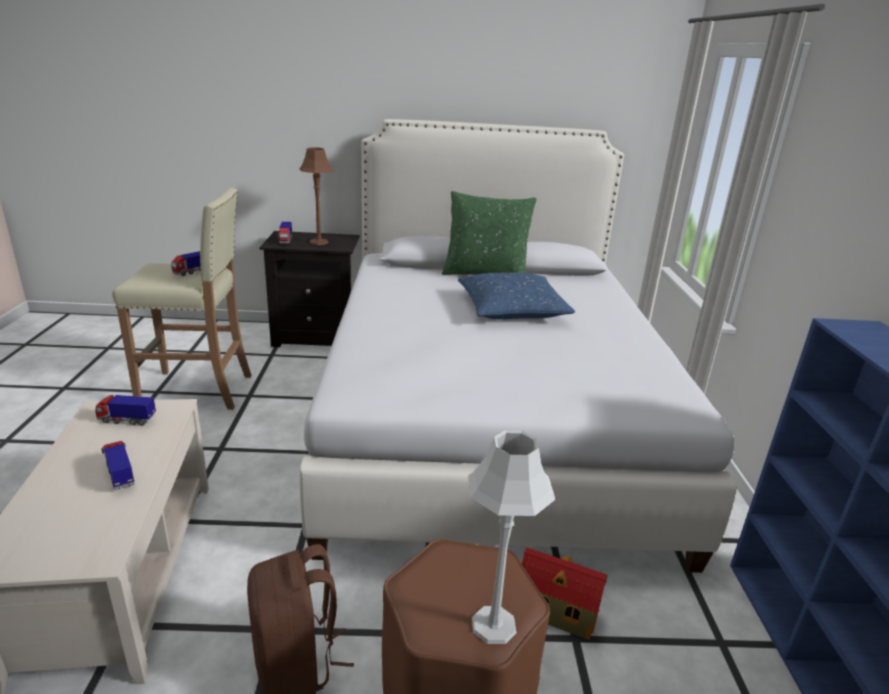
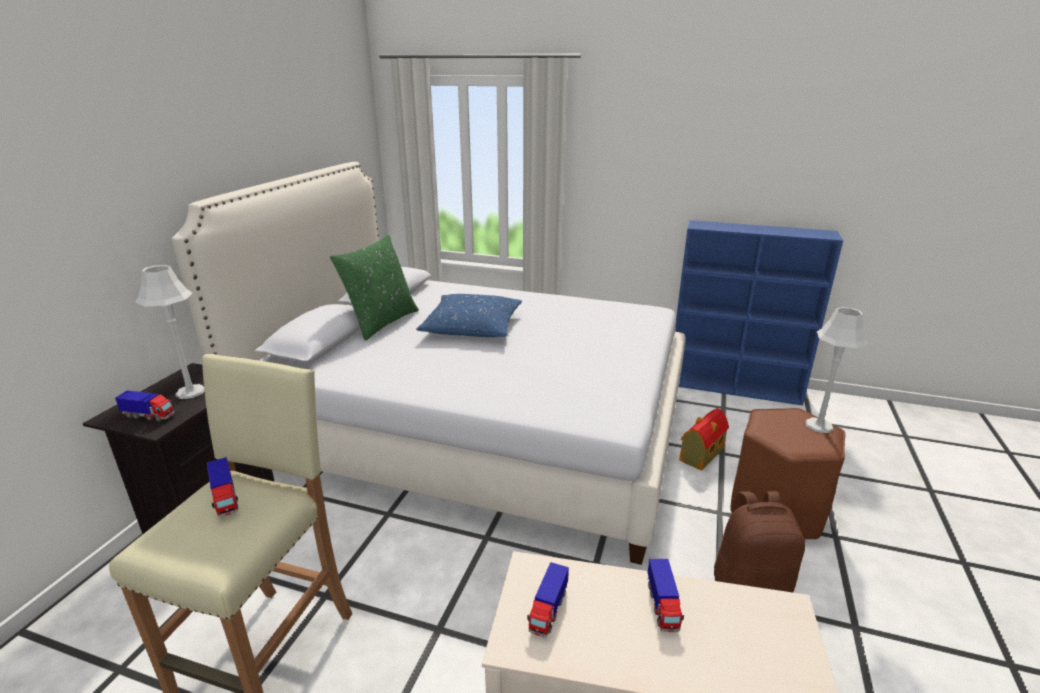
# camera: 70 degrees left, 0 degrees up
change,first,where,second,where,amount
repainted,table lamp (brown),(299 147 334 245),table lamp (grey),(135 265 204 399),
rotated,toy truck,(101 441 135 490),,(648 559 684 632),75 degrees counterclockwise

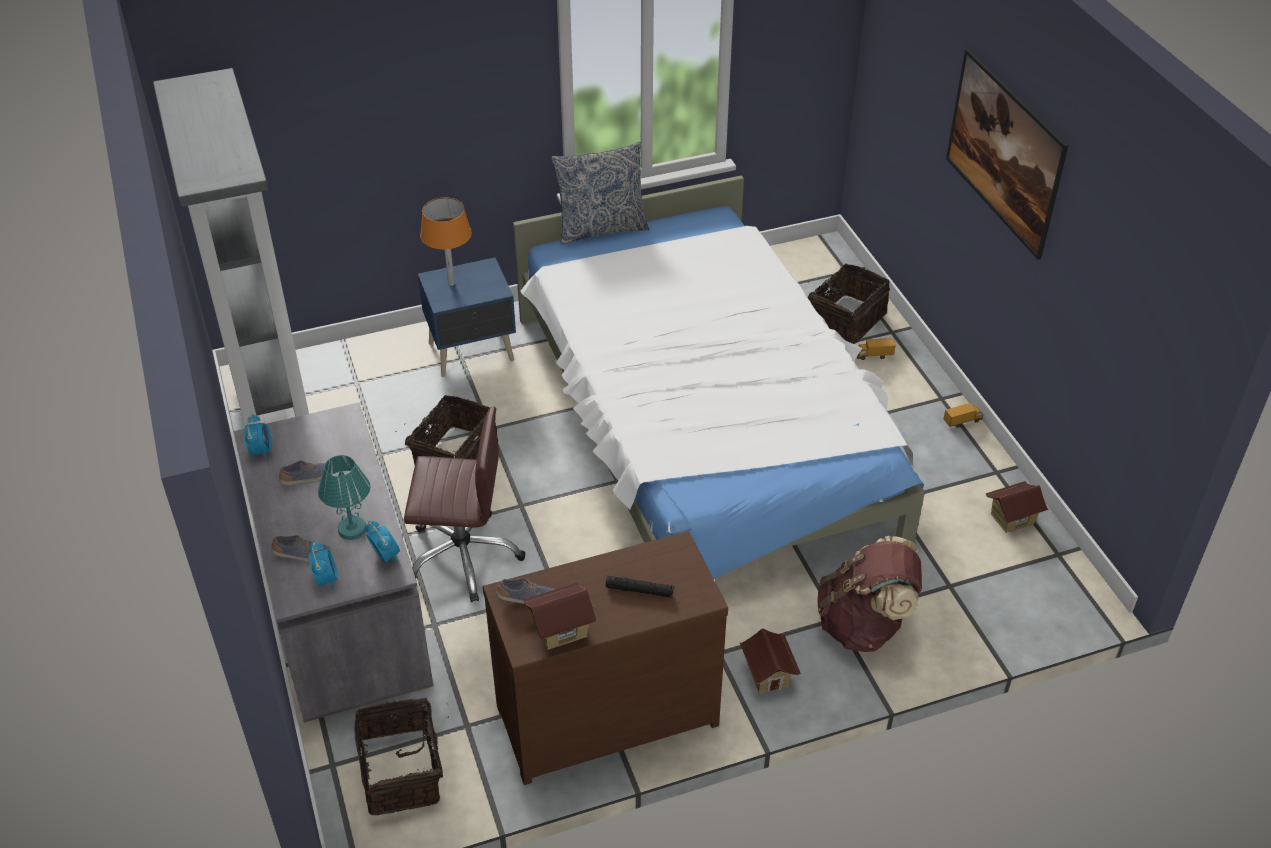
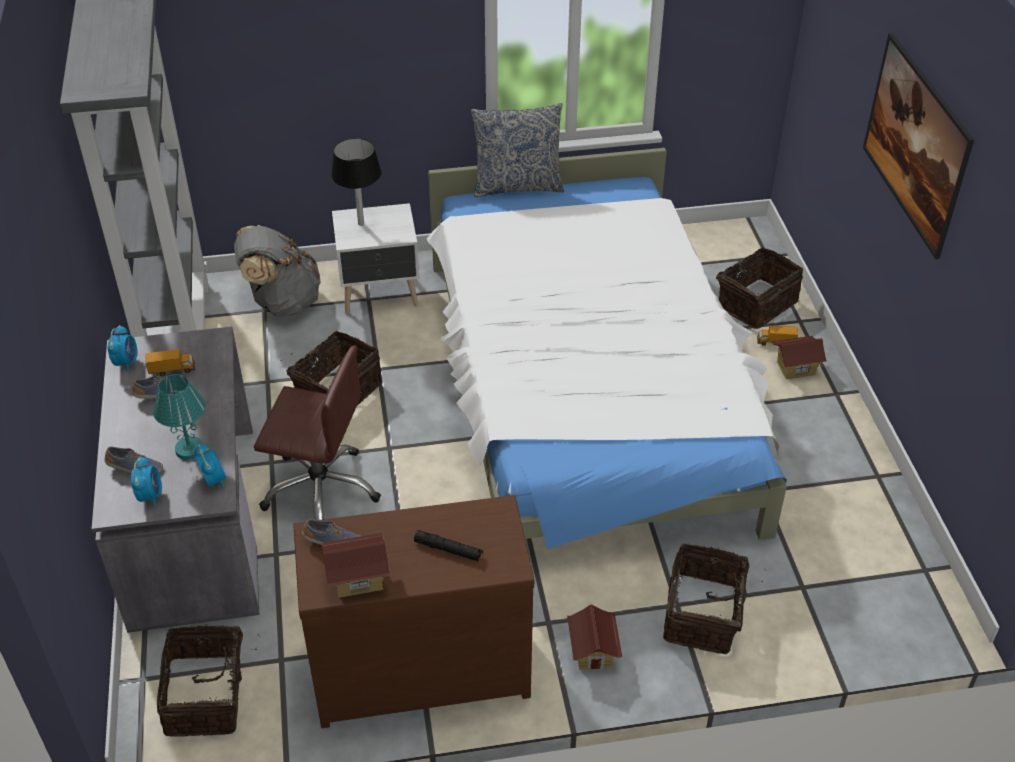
# camera: 10 degrees right, 0 degrees up
change,first,where,second,where,amount
repainted,table lamp (orange),(420 198 472 286),table lamp (black),(331 138 382 226),
repainted,nightstand (blue),(418 258 516 377),nightstand (white),(332 203 419 314),
shifted,toy truck,(944 403 983 428),,(145 349 195 376),
shifted,toy house,(986 481 1049 533),,(772 336 827 379),
swapped,backpack (brown),(817 536 922 652),basket,(663 544 763 654),
new,,,backpack (grey),(234 225 321 317),

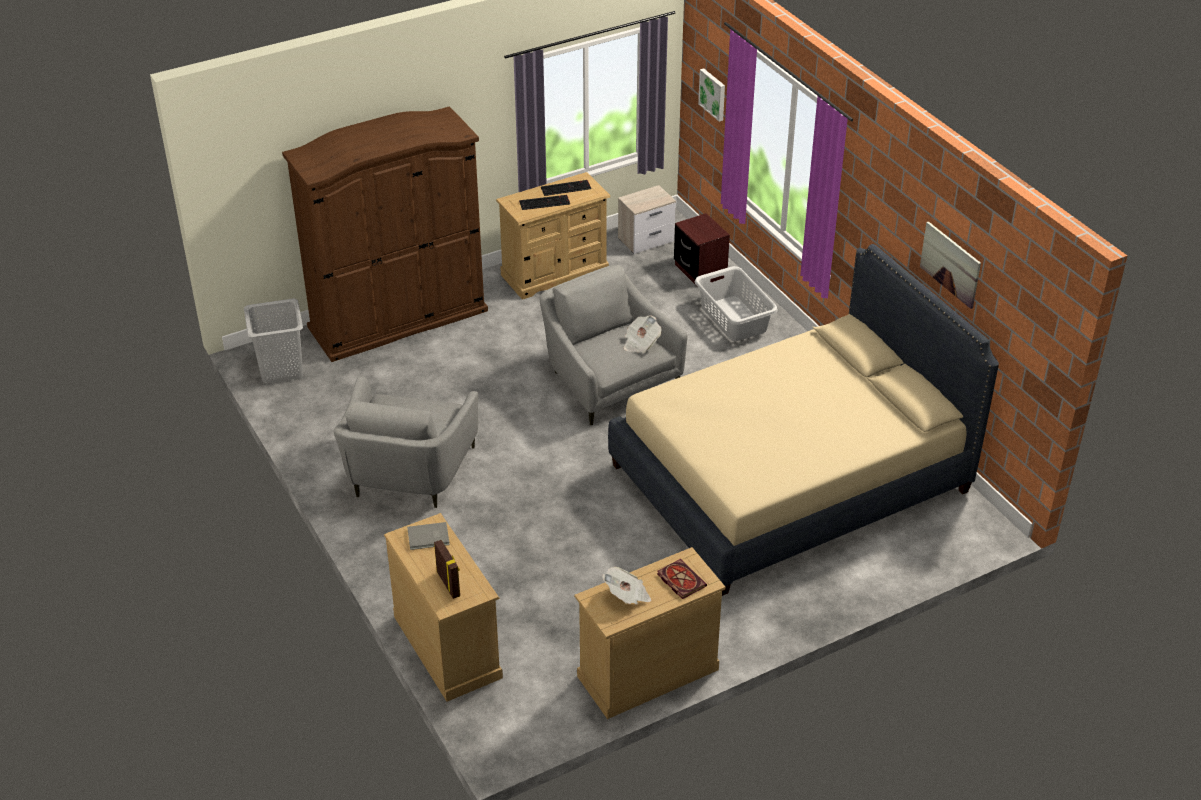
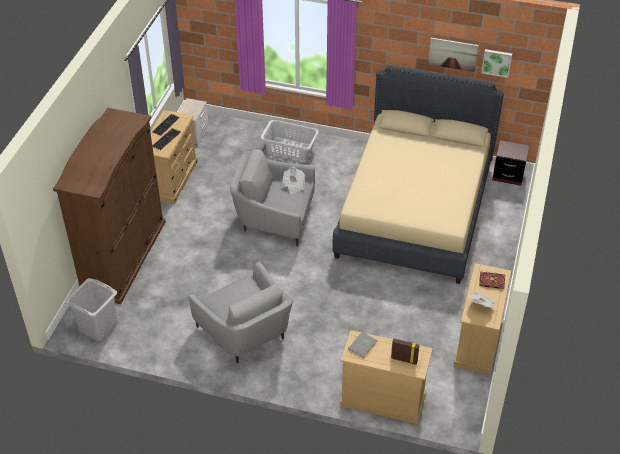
# camera: 45 degrees left, 5 degrees up
change,first,where,second,where,amount
shifted,picture,(698 68 725 122),,(481 49 512 78),
shifted,nightstand (brown),(674 213 730 286),,(492 140 529 186),

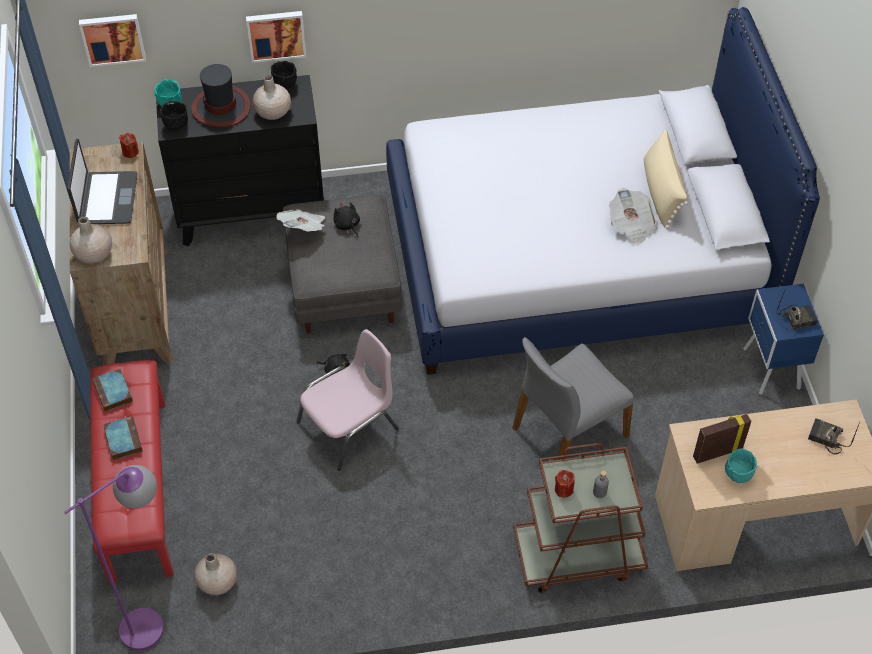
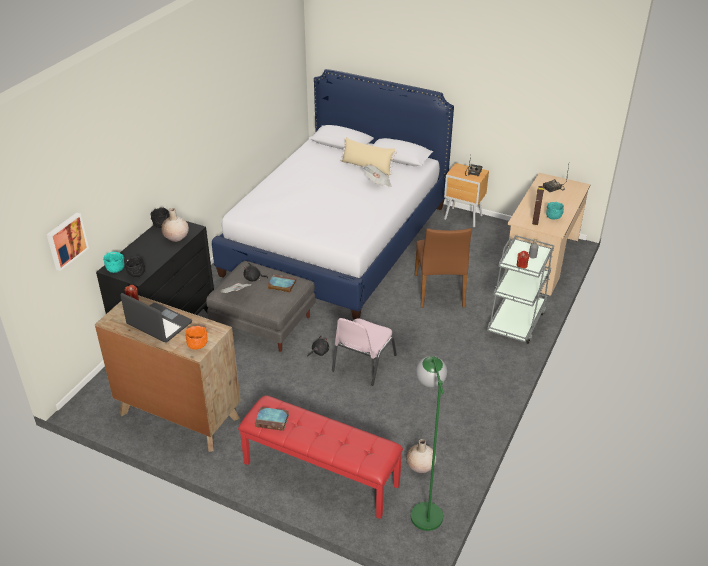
# camera: 55 degrees left, 15 degrees down
change,first,where,second,where,amount
gone,picture,(246 11 306 63),,,
gone,hat,(191 64 251 128),,,
swapped,vase (beige),(70 217 112 263),bowl (orange),(185 326 208 350),
repainted,nightstand (blue),(743 284 824 395),nightstand (brown),(444 163 489 227),
rotated,chair (pink),(296 329 399 471),,(332 318 397 386),150 degrees counterclockwise
repainted,chair (grey),(512 337 634 460),chair (brown),(415 228 472 308),
shifted,book,(103 416 142 460),,(268 274 296 293),
repainted,cart (brown),(513 443 648 592),cart (grey),(487 235 554 344),
repainted,floor lamp (purple),(64 465 164 651),floor lamp (green),(411 356 447 531),

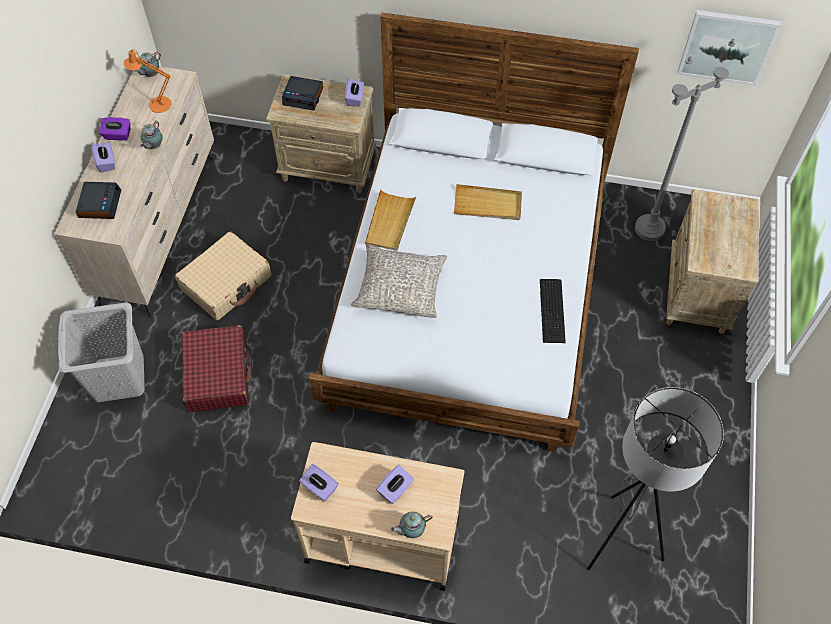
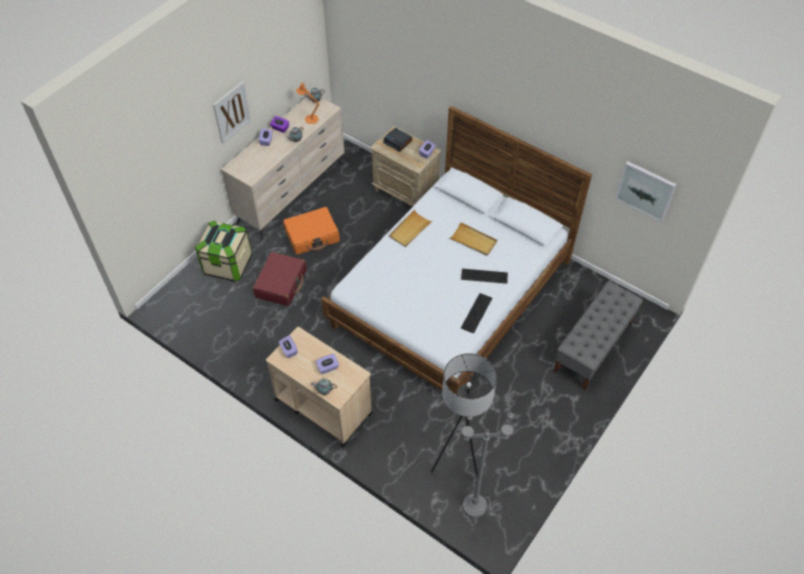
# camera: 25 degrees right, 5 degrees down
change,first,where,second,where,amount
shifted,floor lamp (grey),(635 39 735 241),,(462 413 513 518),
gone,alarm clock,(76 182 121 219),,,
swapped,nightstand (beige),(666 189 760 334),bench (grey),(553 281 643 391),
repainted,suitcase (beige),(175 231 271 320),suitcase (orange),(283 207 340 255),
gone,pillow (grey),(351 244 447 318),,,
swapped,laundry basket (grey),(58 302 144 402),storage box,(195 220 253 282),
new,,,picture,(213 81 252 144),
new,,,keyboard,(461 269 508 284),

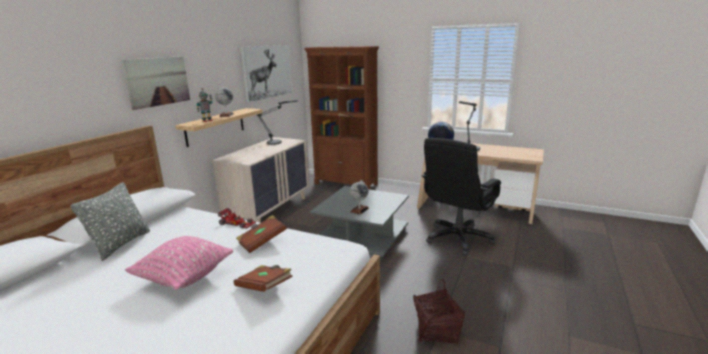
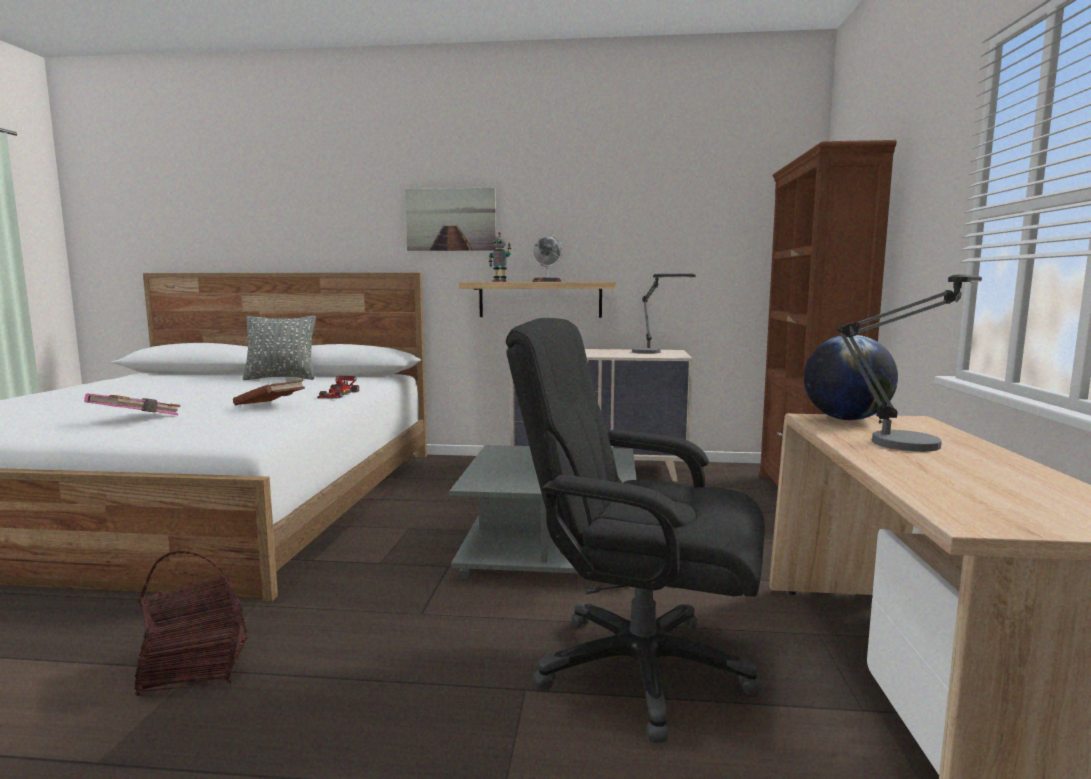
# camera: 70 degrees right, 10 degrees down
change,first,where,second,where,amount
gone,picture,(241 45 292 102),,,
gone,globe,(350 180 369 215),,,
gone,pillow (pink),(125 236 233 290),,,
repainted,book (brown),(234 265 293 292),book (pink),(84 393 180 415),

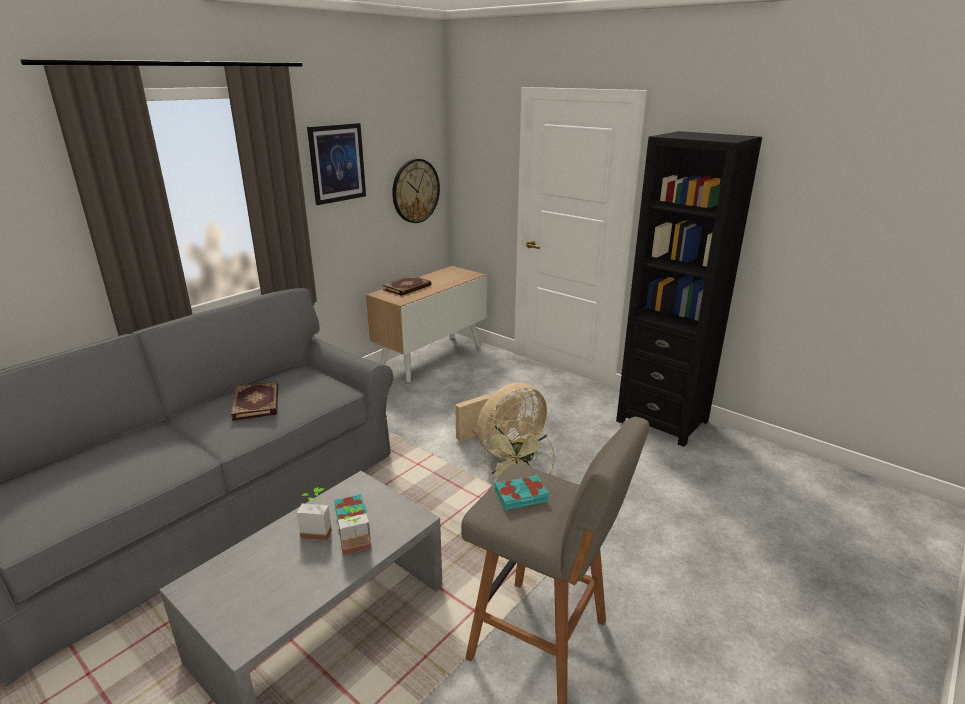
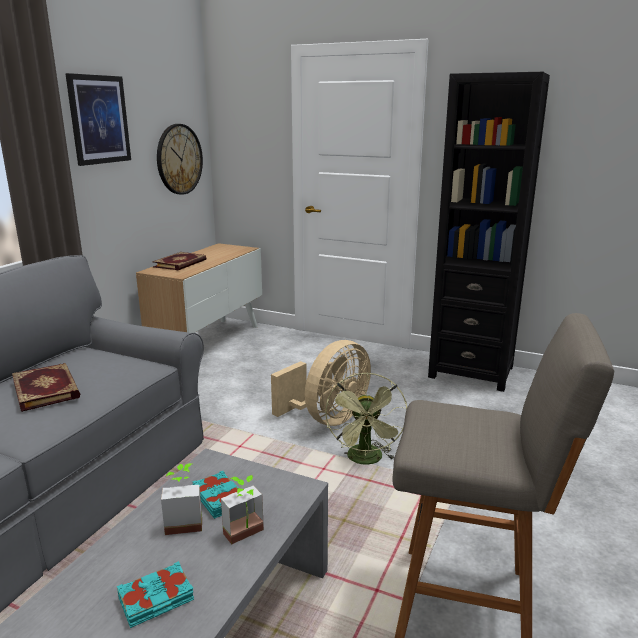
# camera: 15 degrees left, 5 degrees down
change,first,where,second,where,amount
shifted,book (turquoise),(495 474 549 510),,(117 561 194 628),

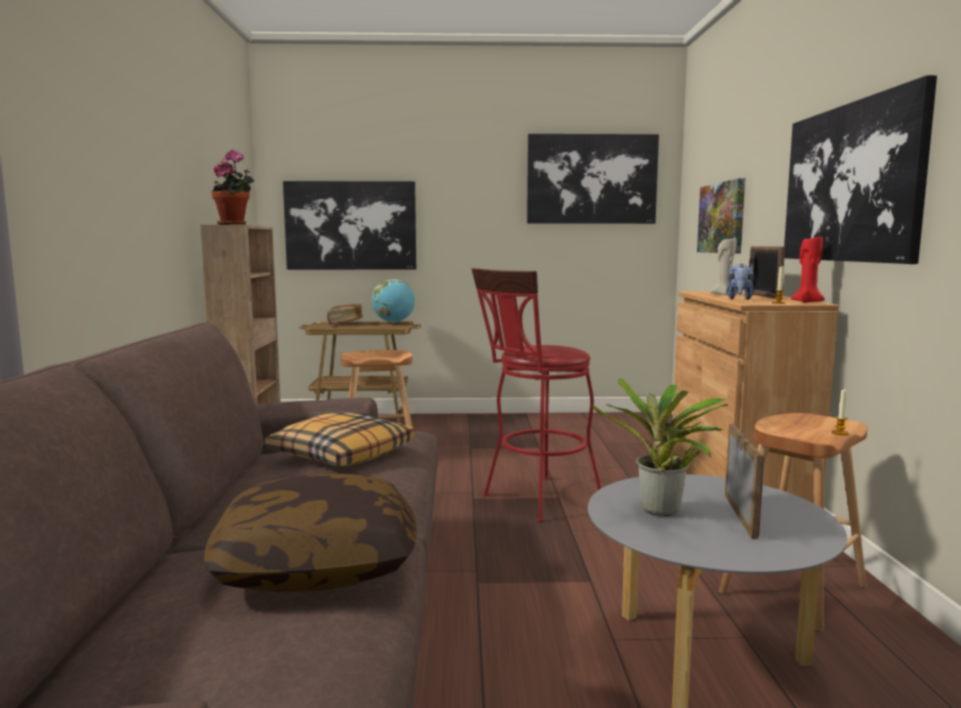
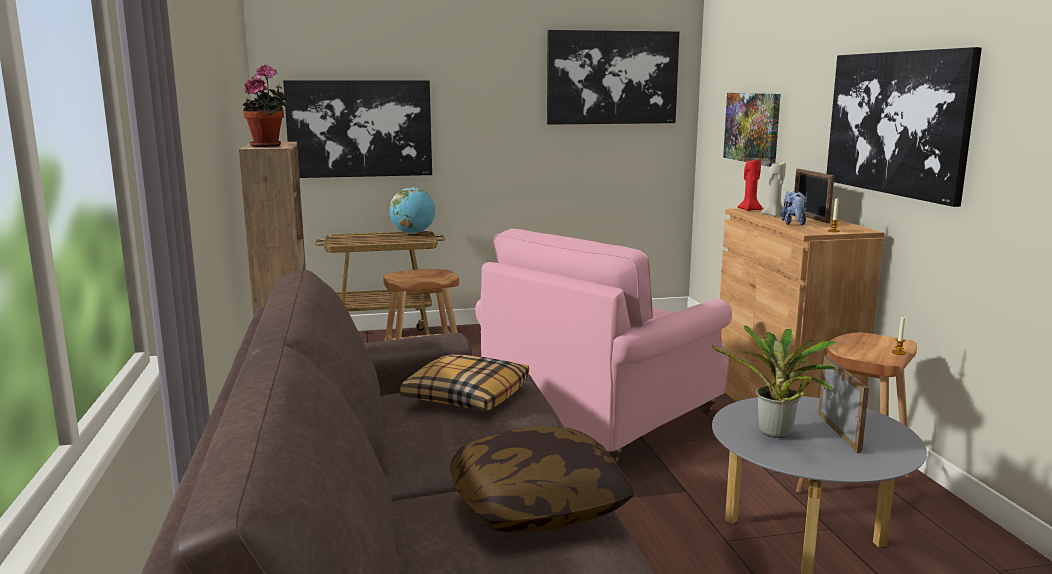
# camera: 10 degrees left, 5 degrees up
change,first,where,second,where,amount
shifted,candle (red),(791 236 825 303),,(737 159 762 211),
swapped,stool (red),(471 268 601 522),armchair (pink),(475 229 732 463),
gone,book,(327 304 363 324),,,

